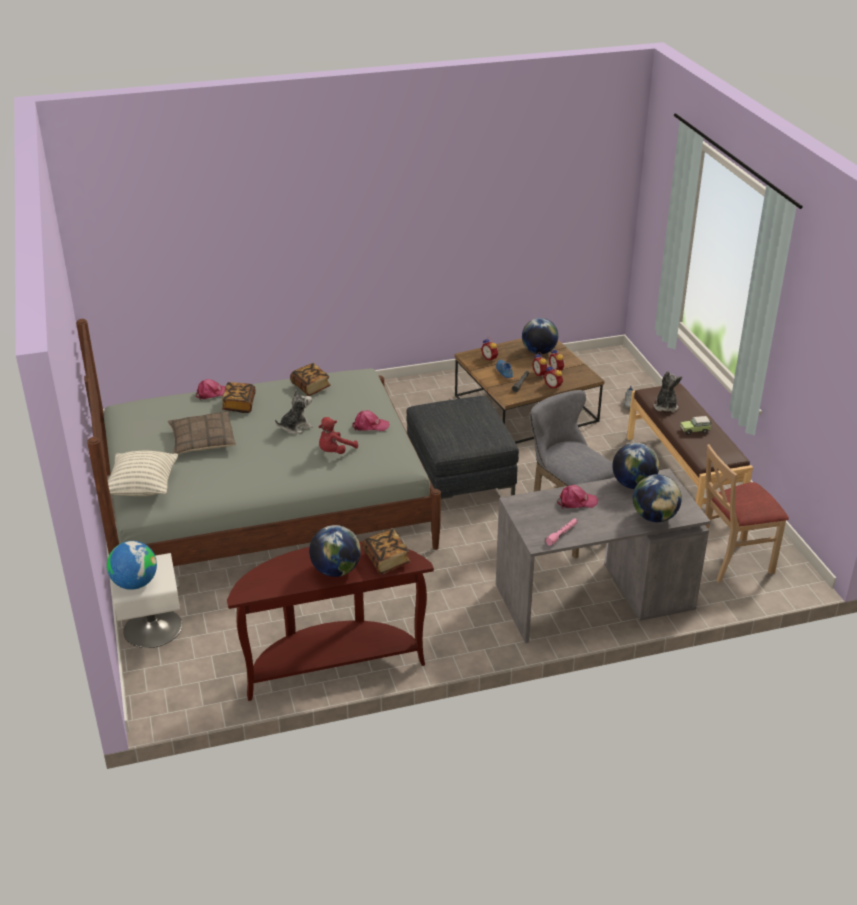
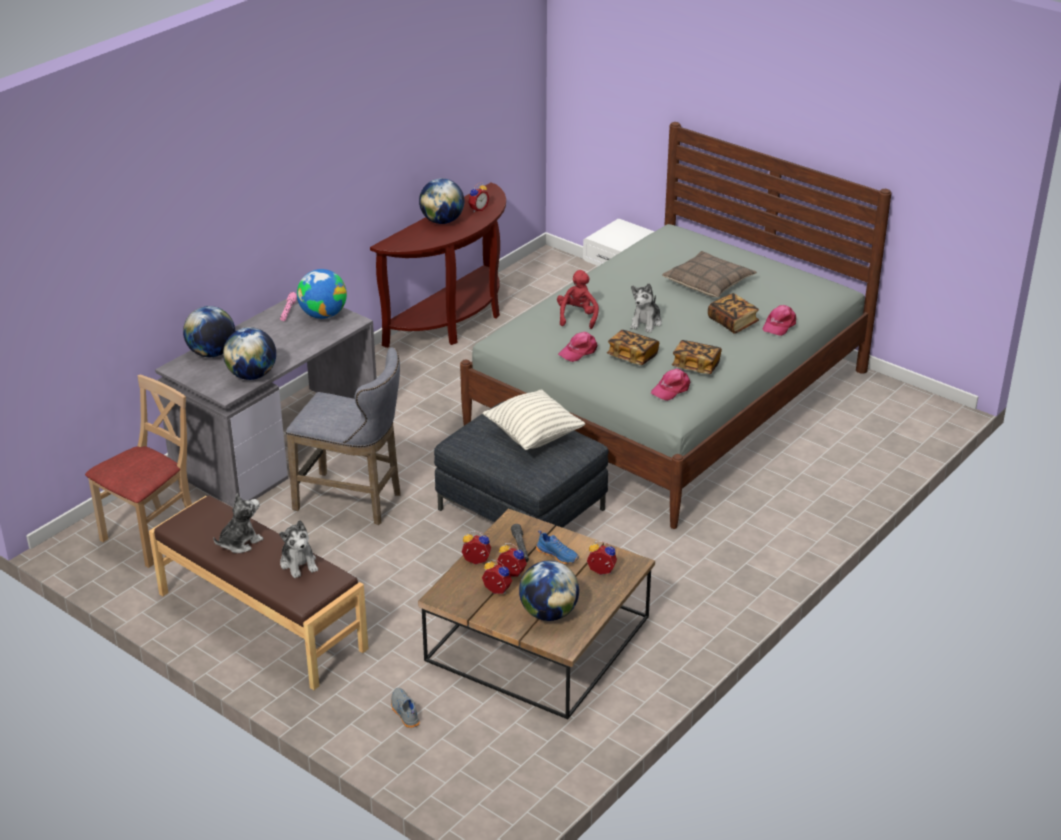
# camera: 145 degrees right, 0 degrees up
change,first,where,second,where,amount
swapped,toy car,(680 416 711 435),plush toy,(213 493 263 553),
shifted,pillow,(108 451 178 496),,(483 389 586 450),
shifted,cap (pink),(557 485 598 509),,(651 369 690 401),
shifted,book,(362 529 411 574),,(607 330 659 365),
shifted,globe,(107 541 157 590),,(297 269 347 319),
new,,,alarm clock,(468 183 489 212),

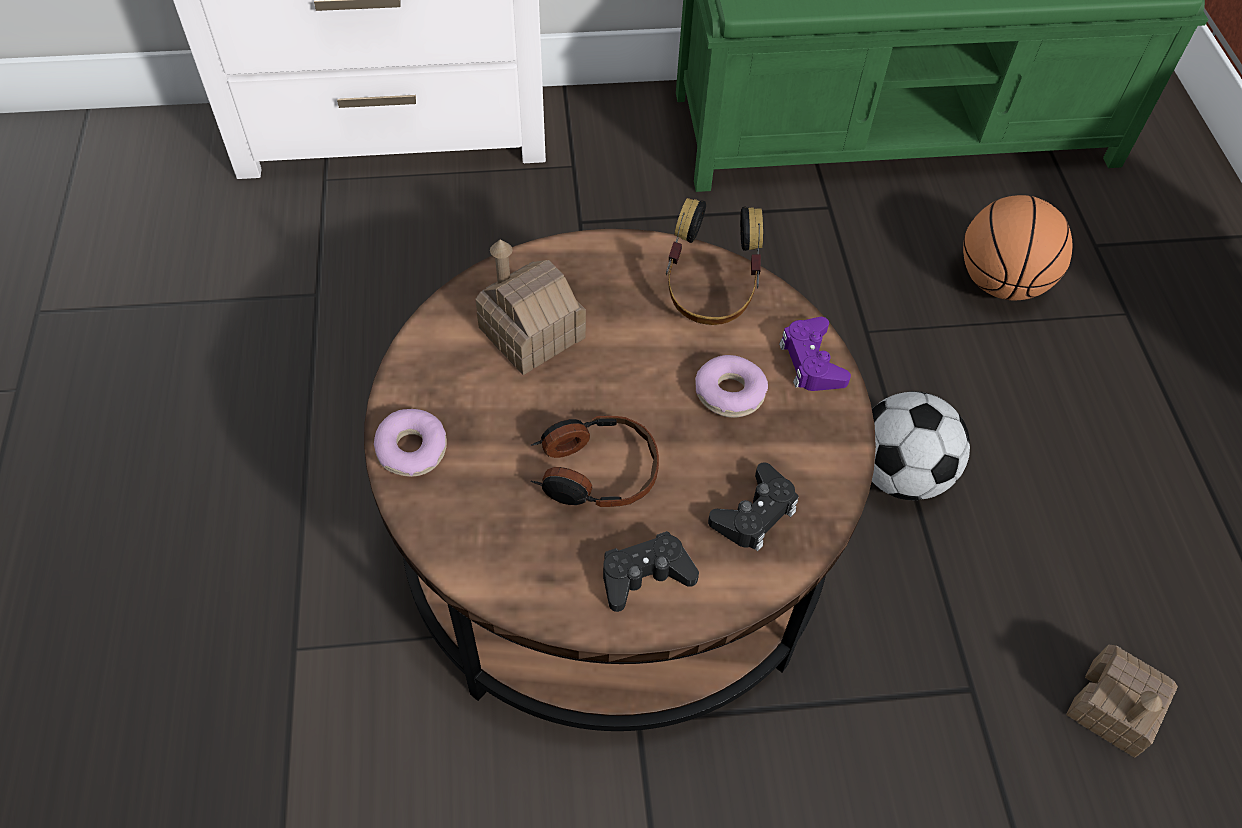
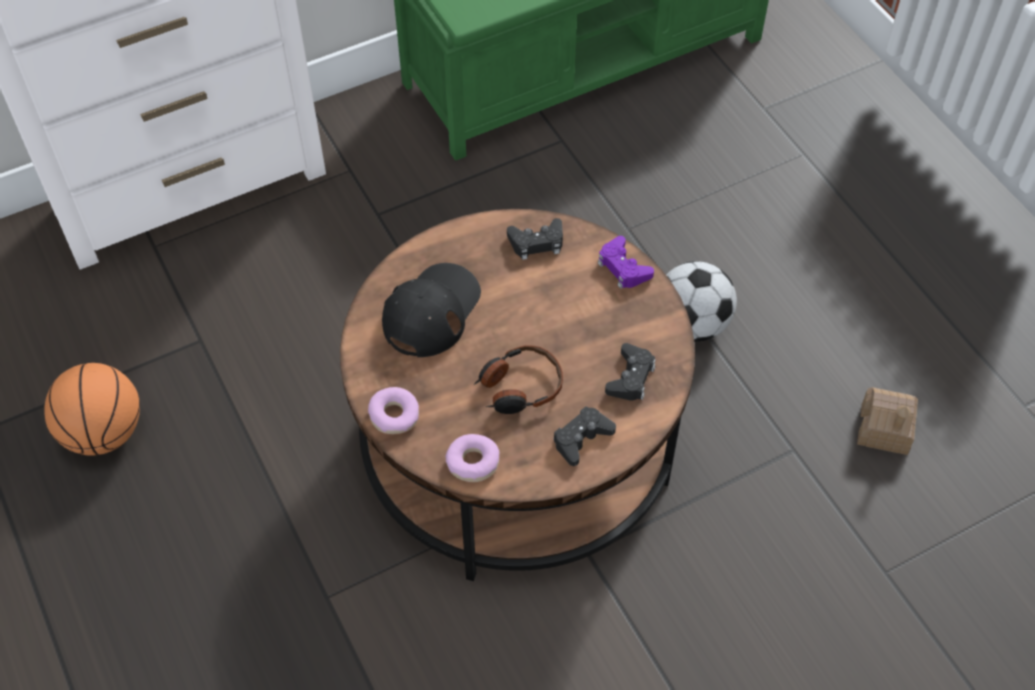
# camera: 20 degrees left, 0 degrees up
change,first,where,second,where,amount
shifted,basketball,(963 195 1073 300),,(44 363 140 456),
swapped,headphones,(666 198 763 325),game controller (black),(507 218 563 260),
swapped,toy house,(476 240 586 375),cap (black),(382 263 481 357),
shifted,donut,(695 355 768 418),,(445 434 499 482),

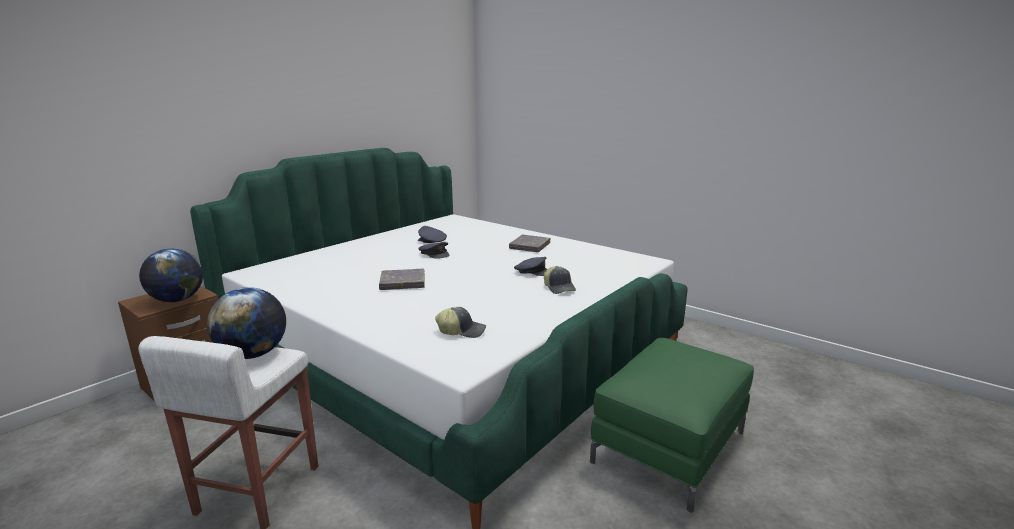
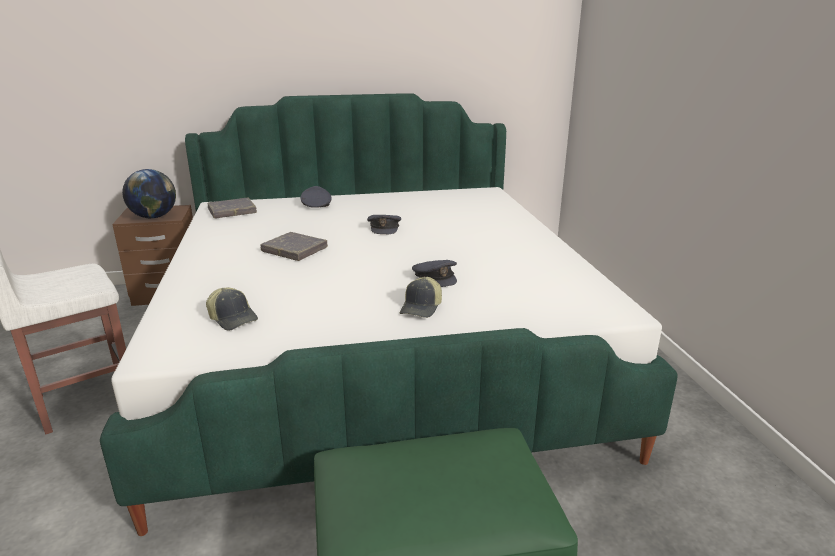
# camera: 40 degrees right, 5 degrees up
change,first,where,second,where,amount
shifted,cap (grey),(418 226 447 243),,(300 186 332 208),
shifted,book (grey),(509 235 550 252),,(208 198 257 218),
gone,globe,(207 287 286 359),,,

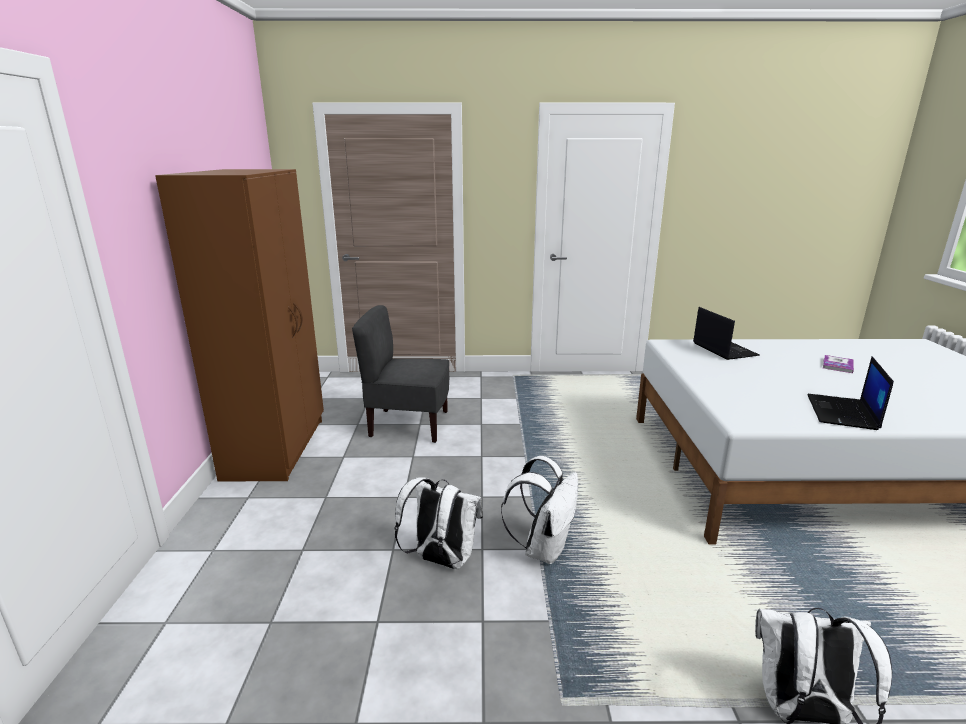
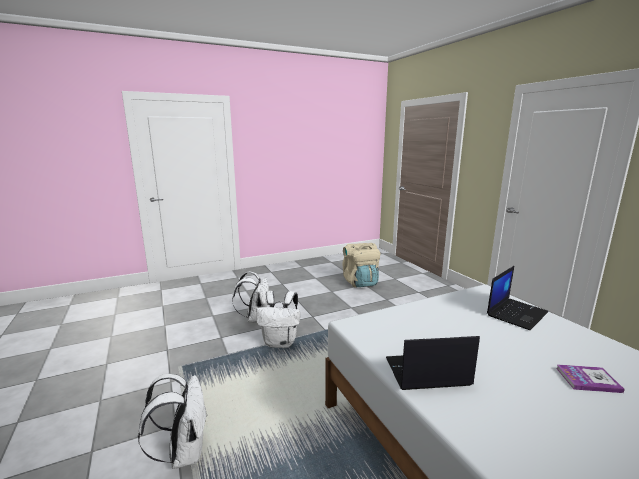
# camera: 65 degrees right, 5 degrees down
change,first,where,second,where,amount
gone,wardrobe (brown),(155 169 324 481),,,
swapped,chair (grey),(352 305 449 443),backpack (beige),(343 243 380 288),

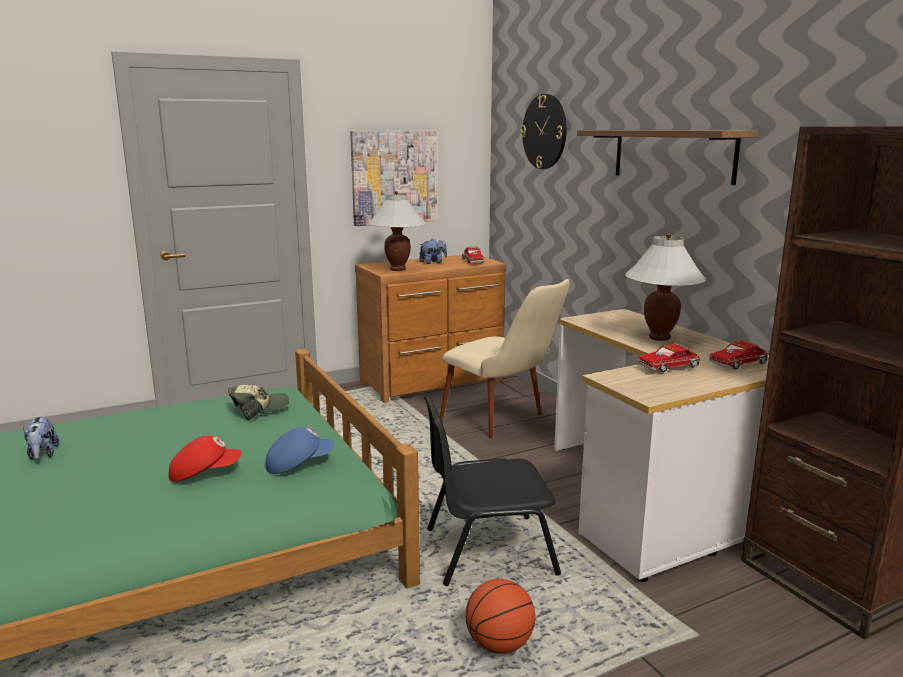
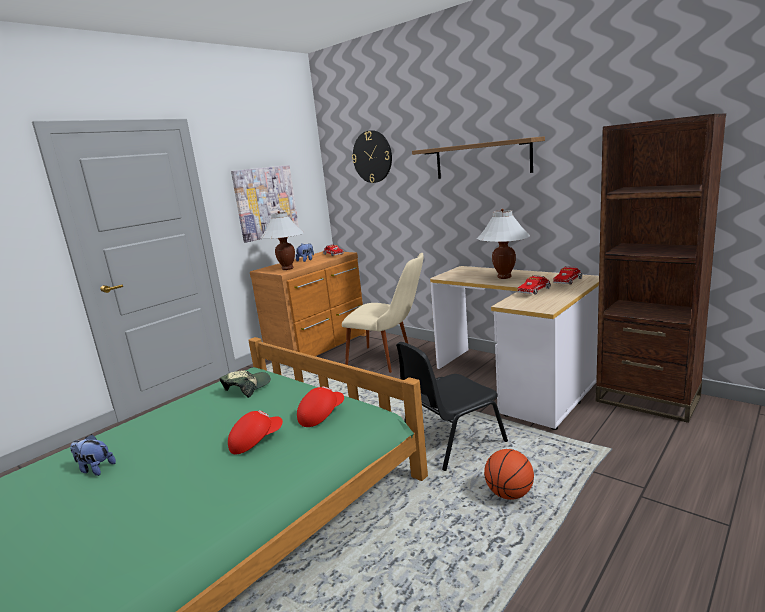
# camera: 20 degrees left, 0 degrees up
change,first,where,second,where,amount
rotated,plush toy,(23 415 59 460),,(70 434 116 476),150 degrees clockwise
repainted,cap (blue),(265 427 334 474),cap (red),(297 386 344 427),

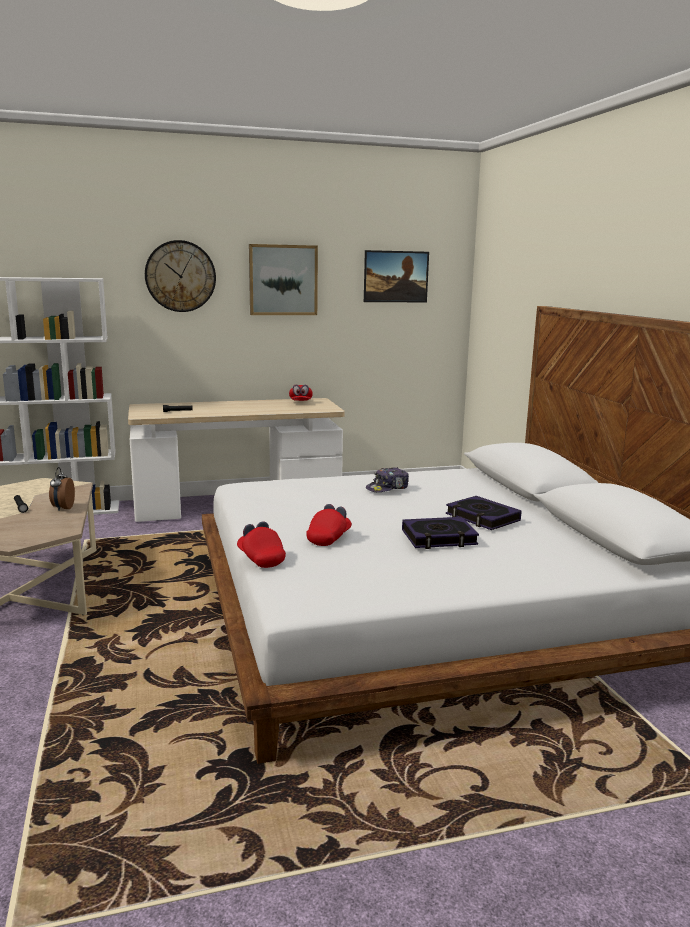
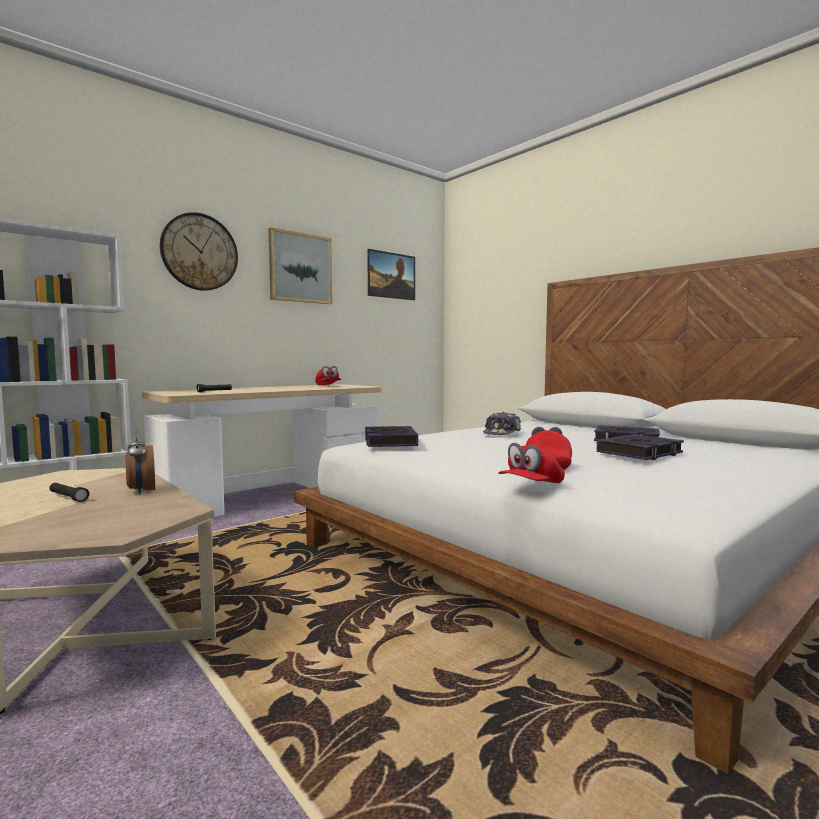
# camera: 25 degrees left, 10 degrees down
change,first,where,second,where,amount
rotated,cap (red),(237 521 286 568),,(498 443 565 483),75 degrees counterclockwise
new,,,book,(365 426 418 447),

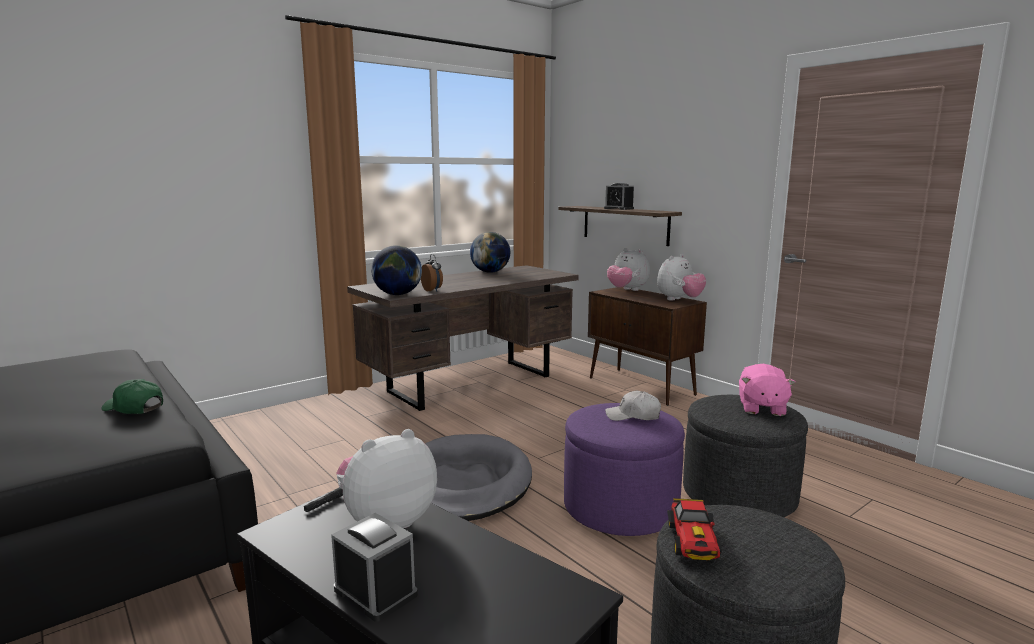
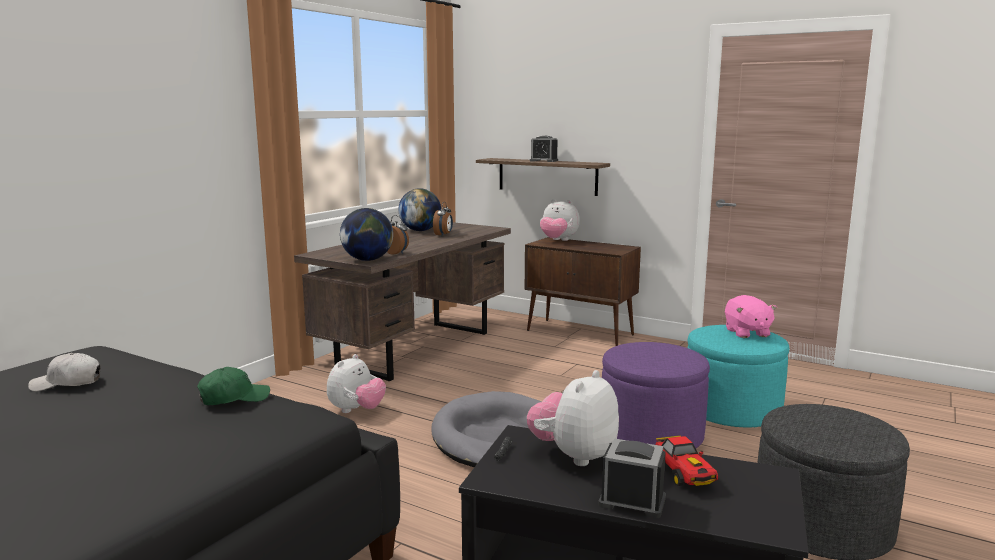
# camera: 20 degrees left, 0 degrees up
change,first,where,second,where,amount
shifted,plush toy,(657 254 706 301),,(327 354 386 413),
rotated,cap (green),(101 379 163 414),,(197 367 270 405),150 degrees clockwise
shifted,cap (white),(605 391 661 421),,(28 353 101 391),
repainted,ottoman (grey),(683 395 808 517),ottoman (turquoise),(688 325 789 427),
shifted,toy car,(667 498 722 560),,(655 435 718 486),
new,,,alarm clock,(433 202 453 236),

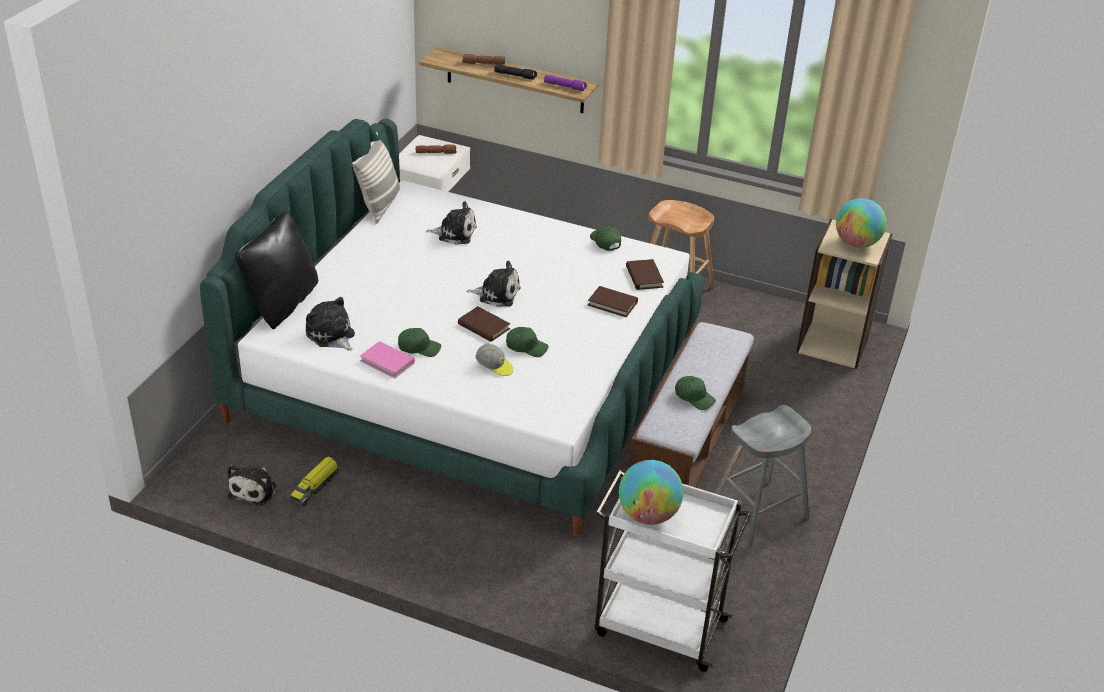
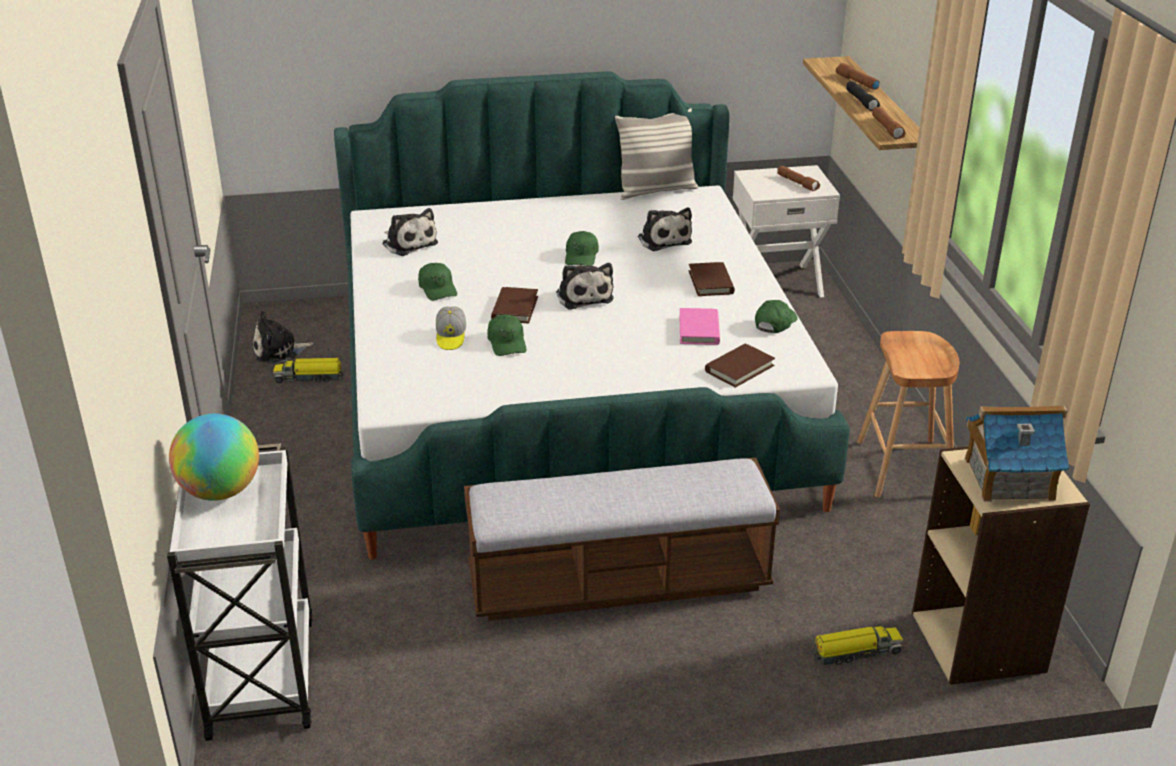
# camera: 60 degrees right, 5 degrees down
change,first,where,second,where,amount
repainted,flashlight (purple),(544 75 587 91),flashlight (brown),(872 107 905 139),
swapped,globe,(836 198 886 248),toy house,(965 405 1069 502),
gone,pillow (black),(235 211 318 329),,,
shifted,book (brown),(588 286 638 317),,(689 262 735 296),
rotated,plush toy,(306 297 355 351),,(382 208 438 256),120 degrees clockwise
shifted,book (pink),(360 341 415 378),,(680 308 720 345),
shifted,cap (green),(675 376 716 410),,(565 231 599 266),
gone,stool (grey),(715 405 811 547),,,
new,,,toy truck,(811 624 903 665),

